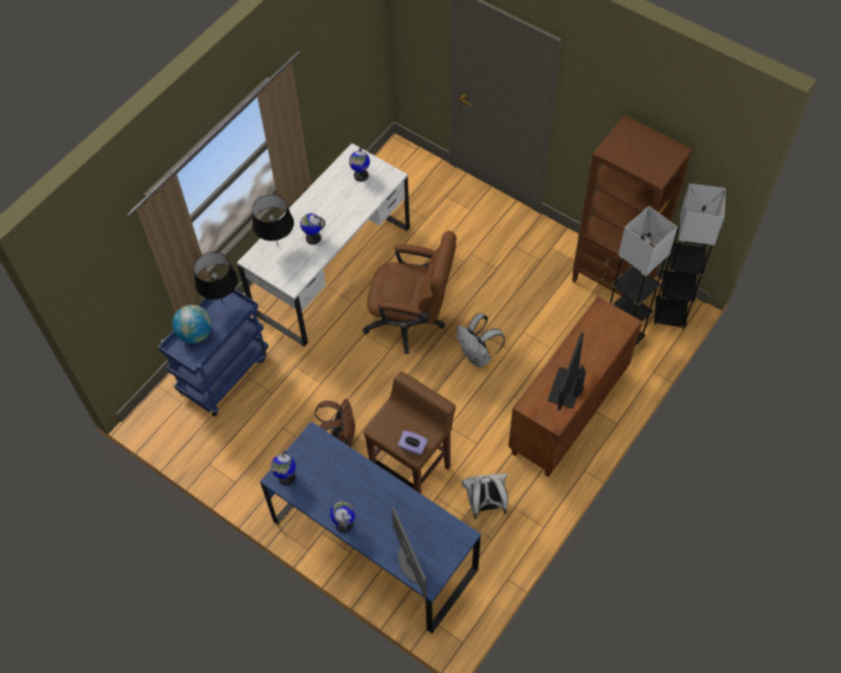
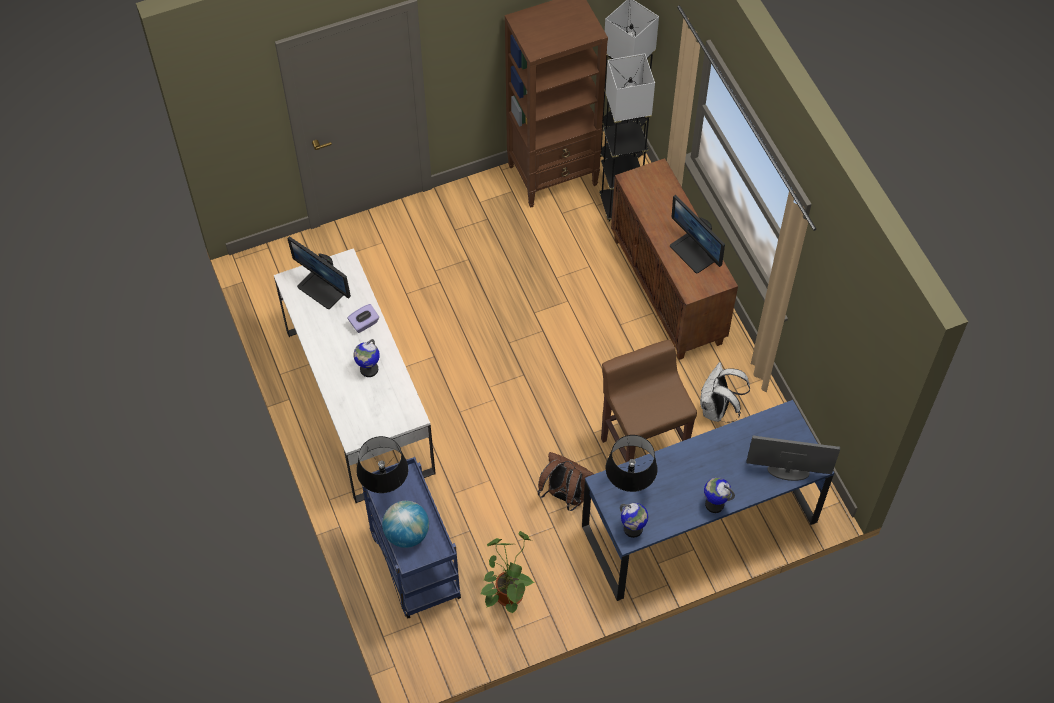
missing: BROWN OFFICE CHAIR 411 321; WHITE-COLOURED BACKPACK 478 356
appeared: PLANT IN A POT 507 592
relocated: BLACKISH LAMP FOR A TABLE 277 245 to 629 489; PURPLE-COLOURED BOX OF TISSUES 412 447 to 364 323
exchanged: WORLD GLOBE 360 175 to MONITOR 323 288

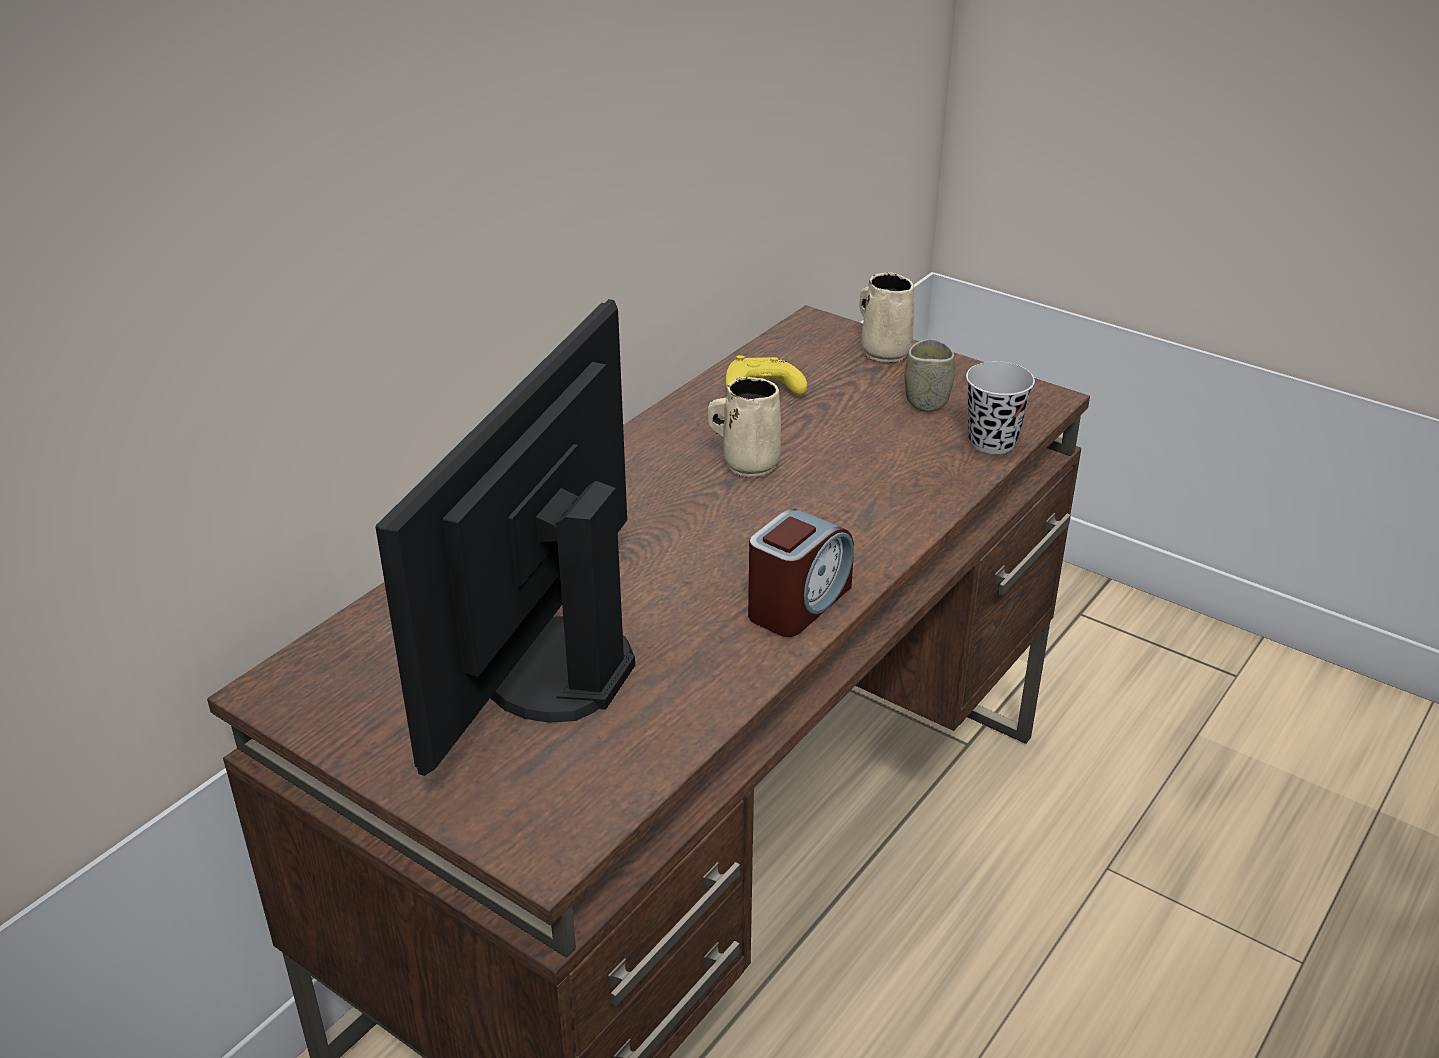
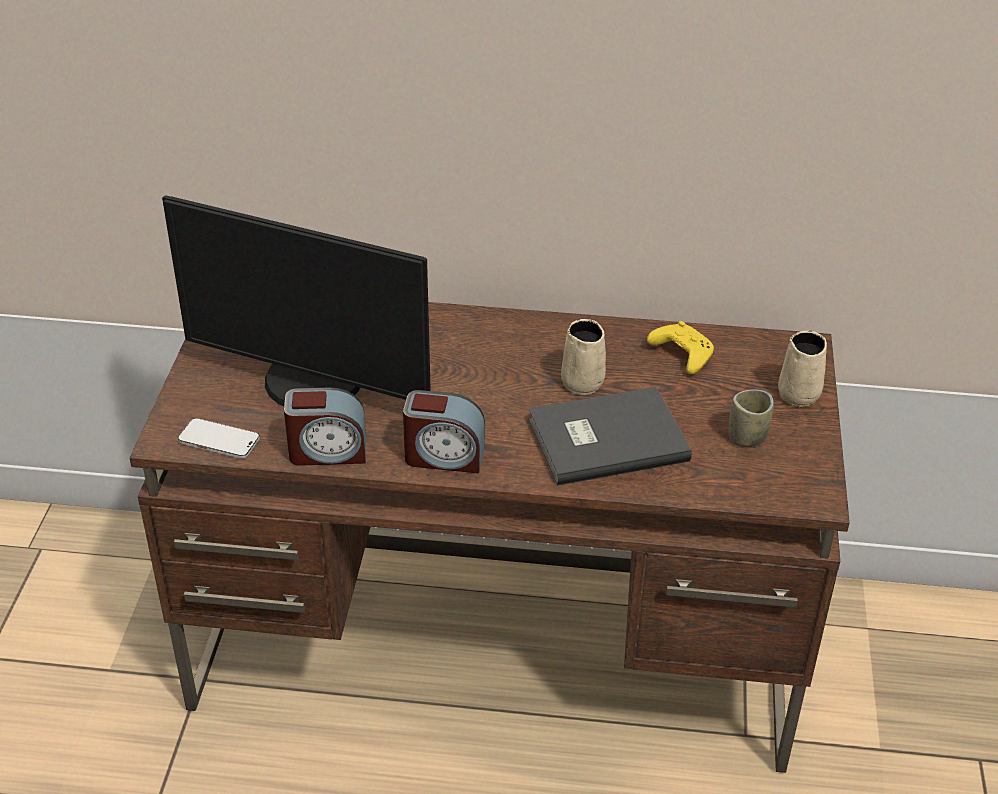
missing: BLACKISH DRINKING CUP 992 442
appeared: PHONE 219 440; BEDSIDE CLOCK 327 451; GREYISH BOOK 604 438
spun: MONITOR 551 668 = 311 383 150 degrees counterclockwise

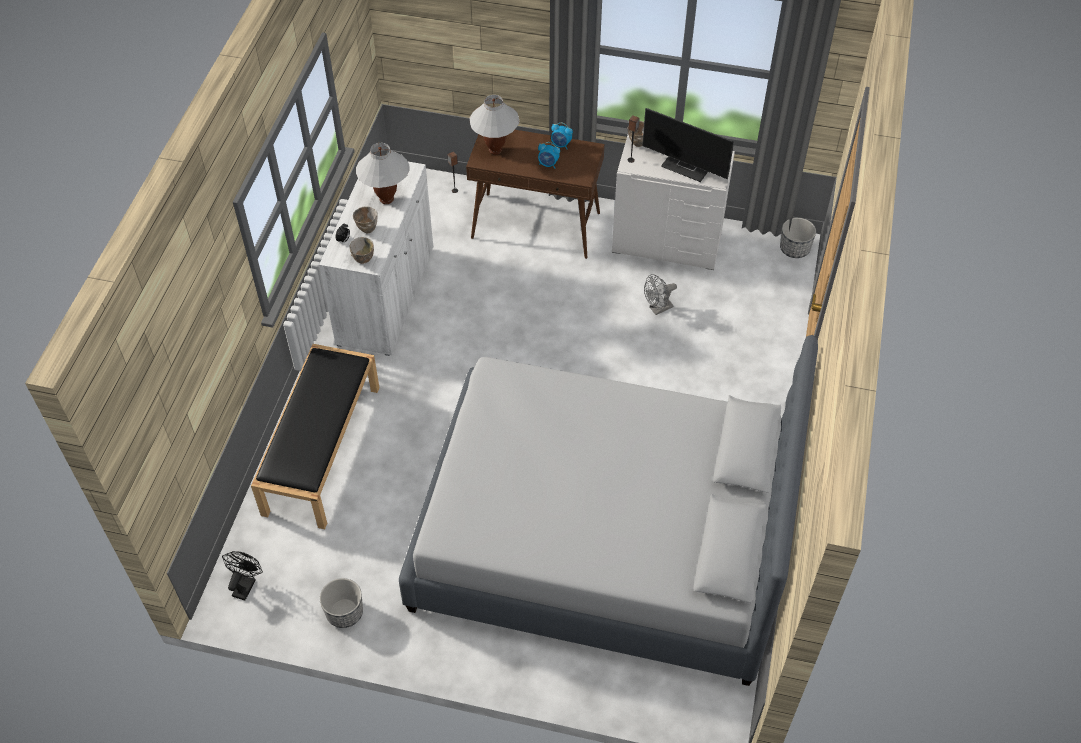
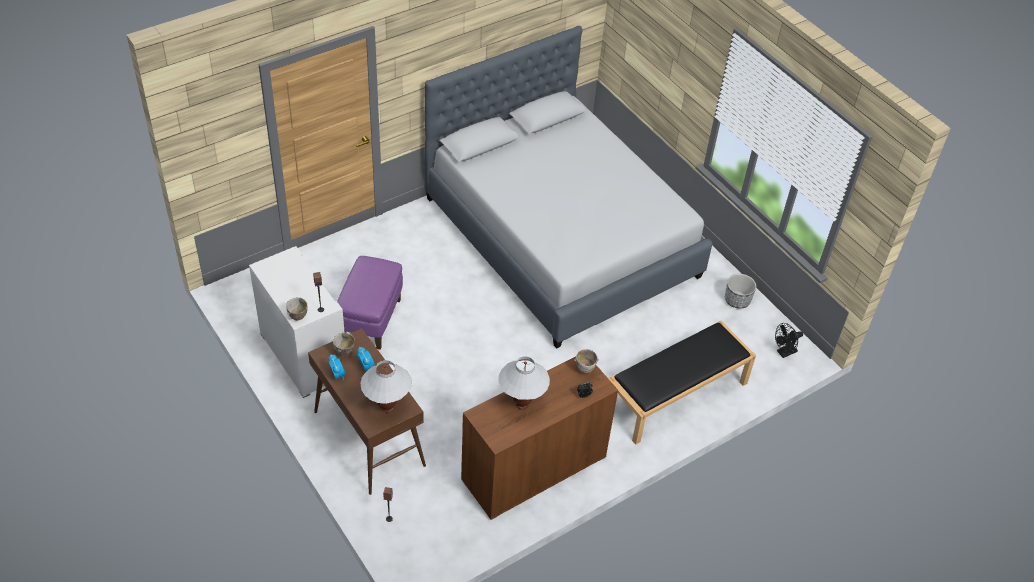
missing: MONITOR 688 167; FLOWER POT 794 249
relocated: SERVING BOWL 367 228 to 344 353
exchanged: GREYISH FAN 658 309 to PURPLE-COLOURED FOOTREST 371 320
colour: WHITE-COLOURED STORAGE CABINET 386 296 to BROWN STORAGE CABINET 533 469

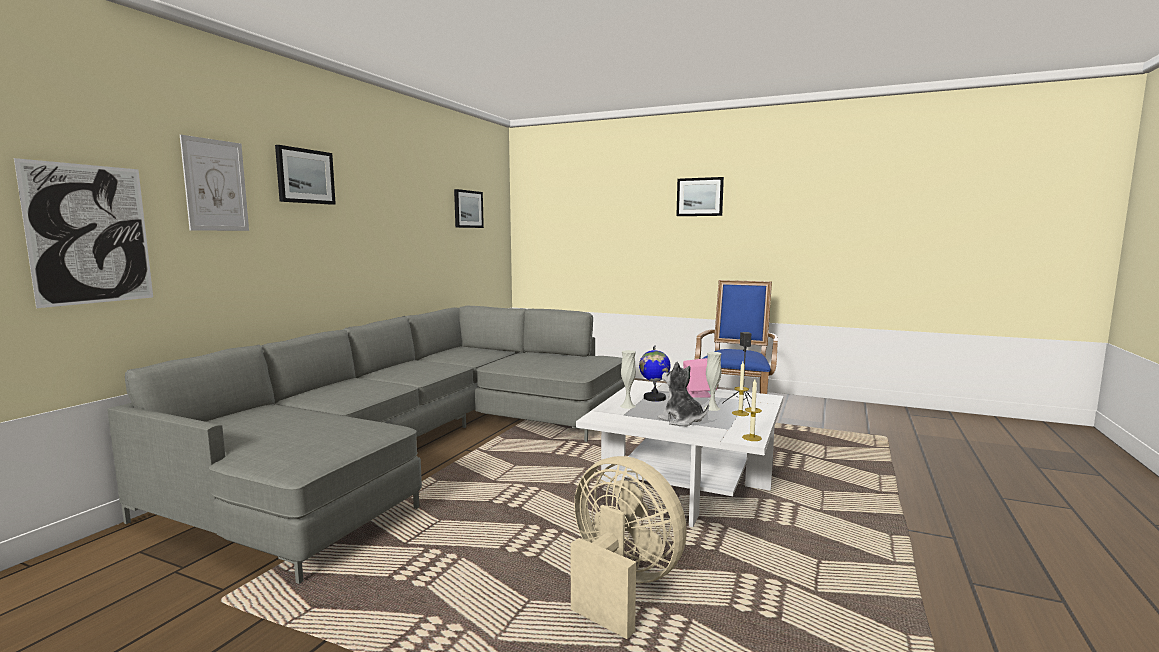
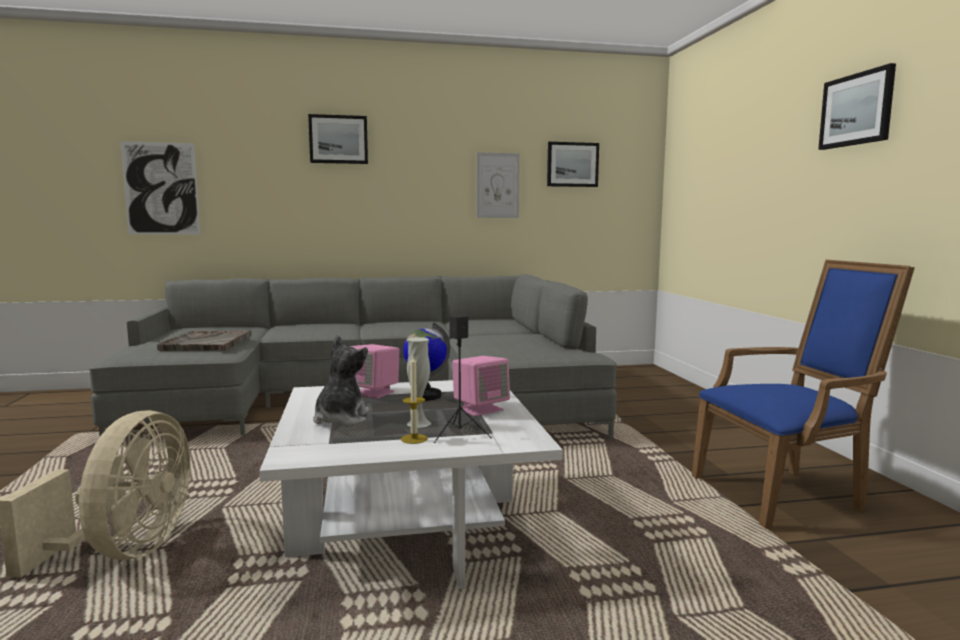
missing: WAX CANDLE 752 437
appeared: GREYISH TRAY 206 343
relocated: PICTURE 215 185 to 497 185
exchanged: WHITE-COLOURED DECORATIVE VASE 627 406 to PINK-COLOURED AUDIO SPEAKER 374 392

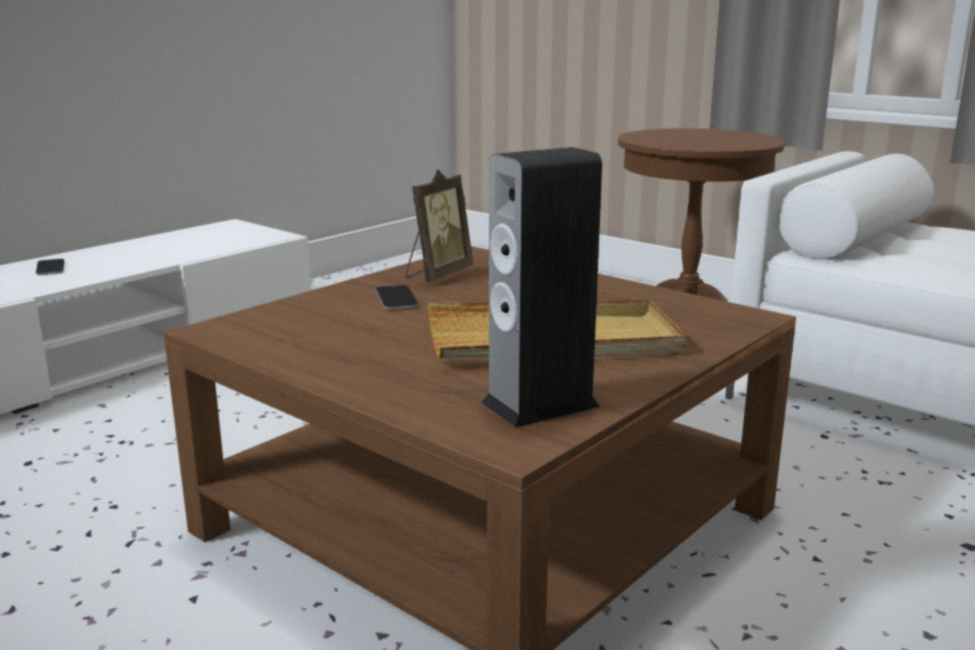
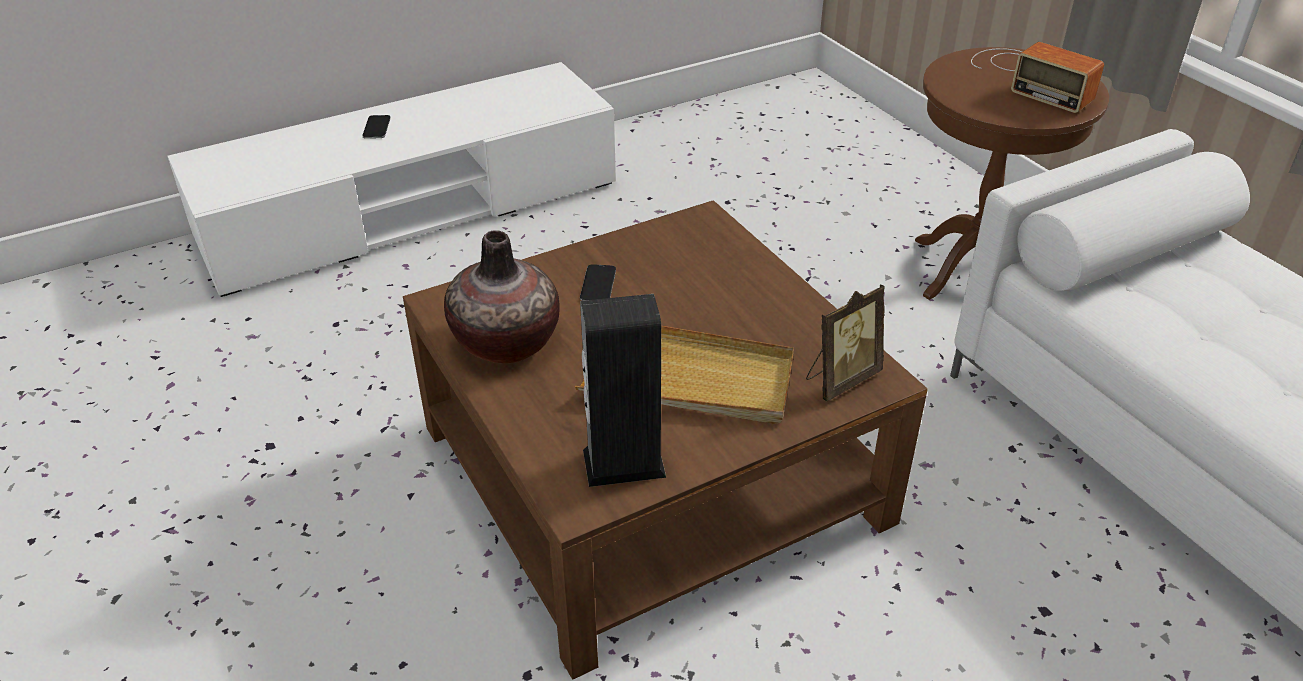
appeared: DECORATIVE VASE 505 343; RADIO 1029 77
relocated: PICTURE FRAME 437 274 to 840 379

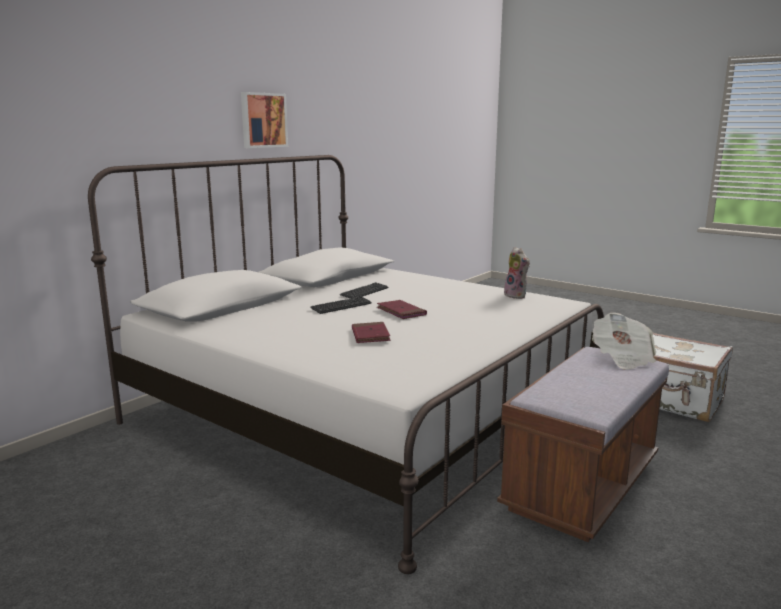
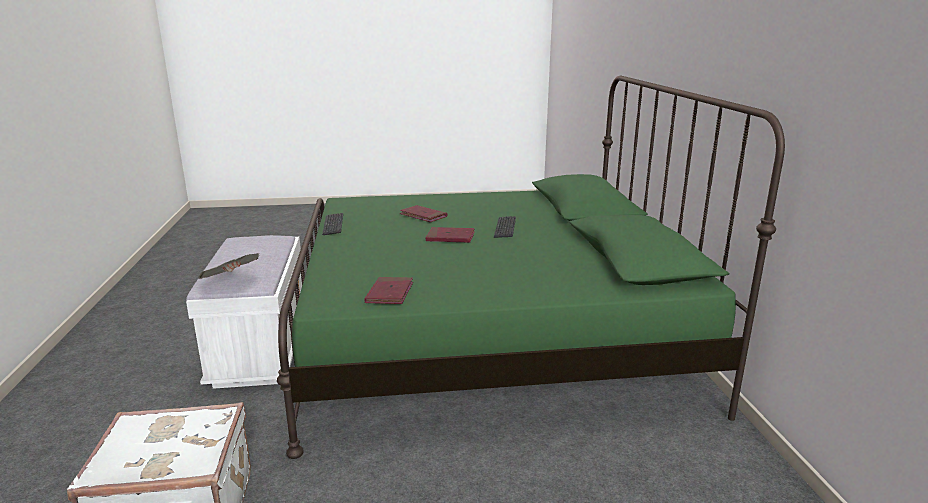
missing: PICTURE 263 120
relocated: COMPUTER KEYBOARD 364 292 to 333 225
exchanged: PLUSH TOY 516 296 to RED-COLOURED BOOK 390 293
colour: WHITE-COLOURED BEDROOM BED 365 411 to GREEN-COLOURED BEDROOM BED 488 334; BROWN LONG SEAT 581 486 to WHITE-COLOURED LONG SEAT 261 348

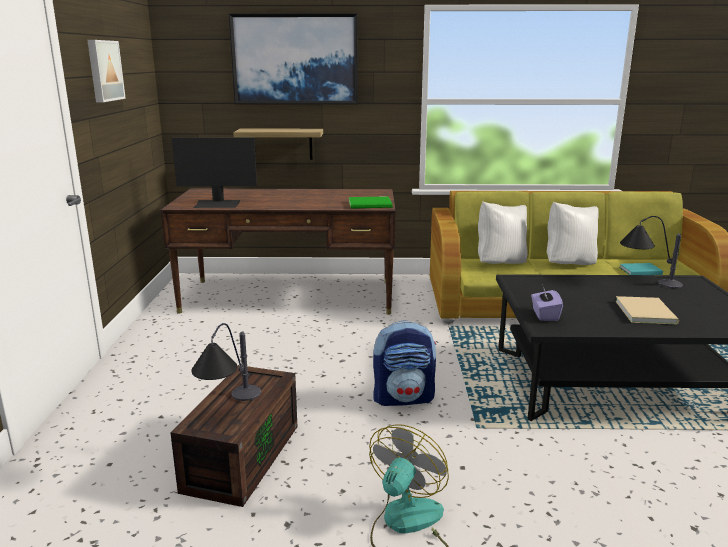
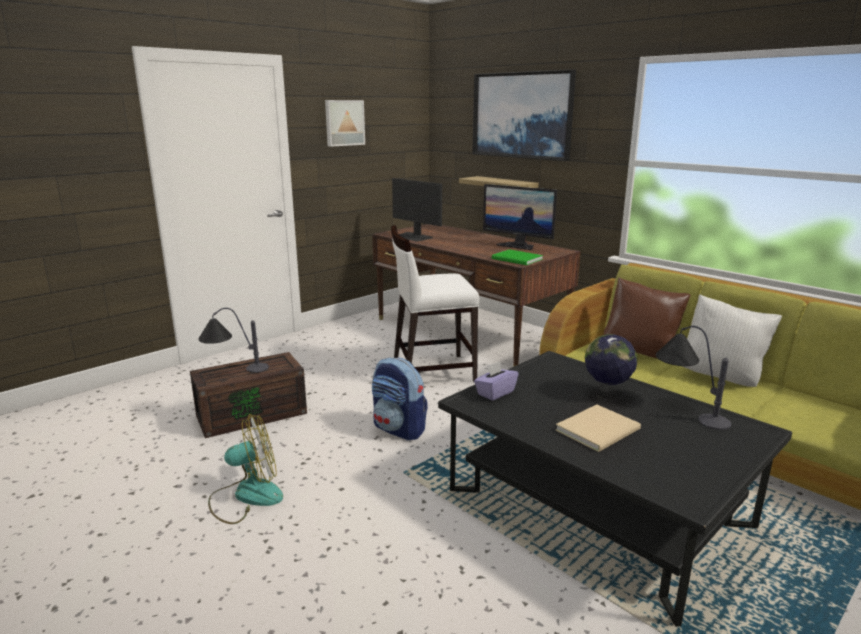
missing: TURQUOISE-COLOURED BOOK 639 271
appeared: WHITE-COLOURED PLAIN CHAIR 432 371; MONITOR 518 245; WORLD GLOBE 606 394
colour: WHITE-COLOURED THROW PILLOW 500 263 to BROWN THROW PILLOW 640 353

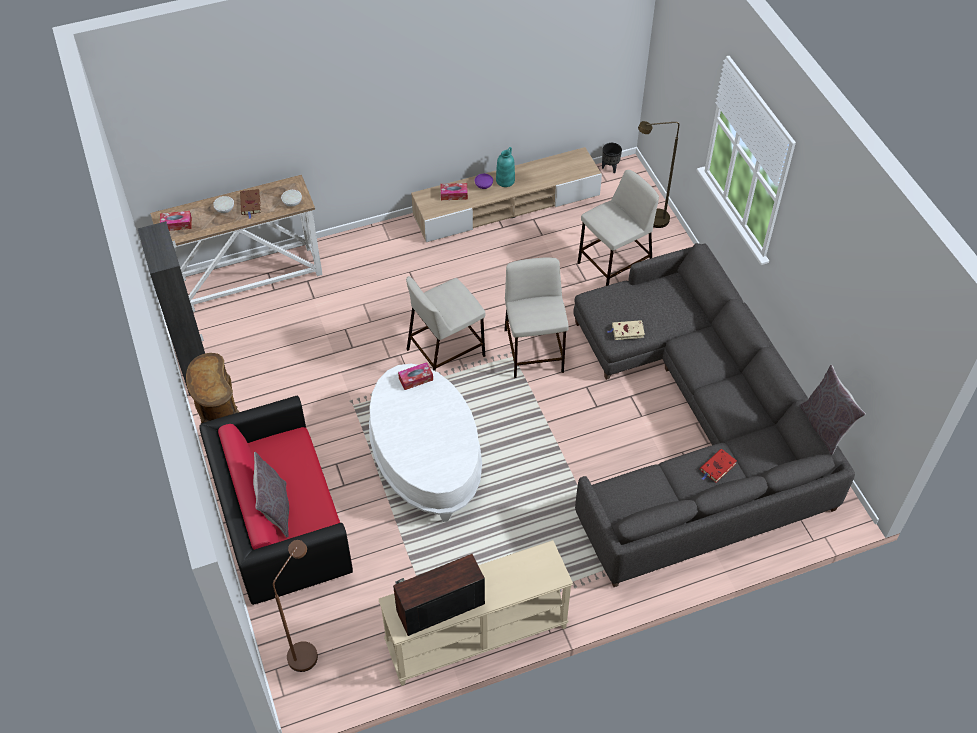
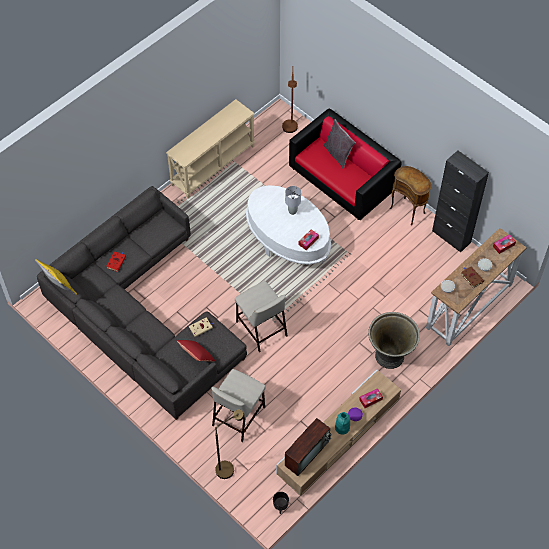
missing: BEIGE-COLOURED STOOL 446 352
appeared: RED-COLOURED THROW PILLOW 196 357; GREYISH LAMP FOR A TABLE 292 211; GREYISH FLOWER POT 390 355
relocated: TV 439 608 to 307 452
colour: GREYISH THROW PILLOW 824 427 to YELLOW-COLOURED THROW PILLOW 59 287

